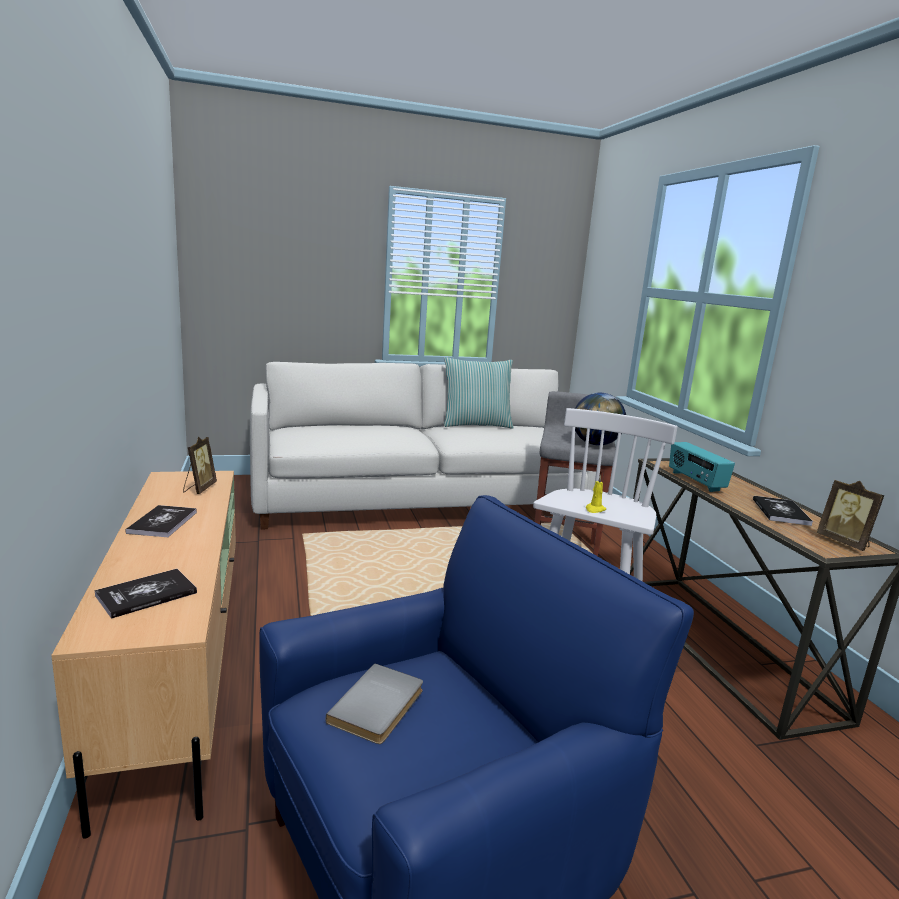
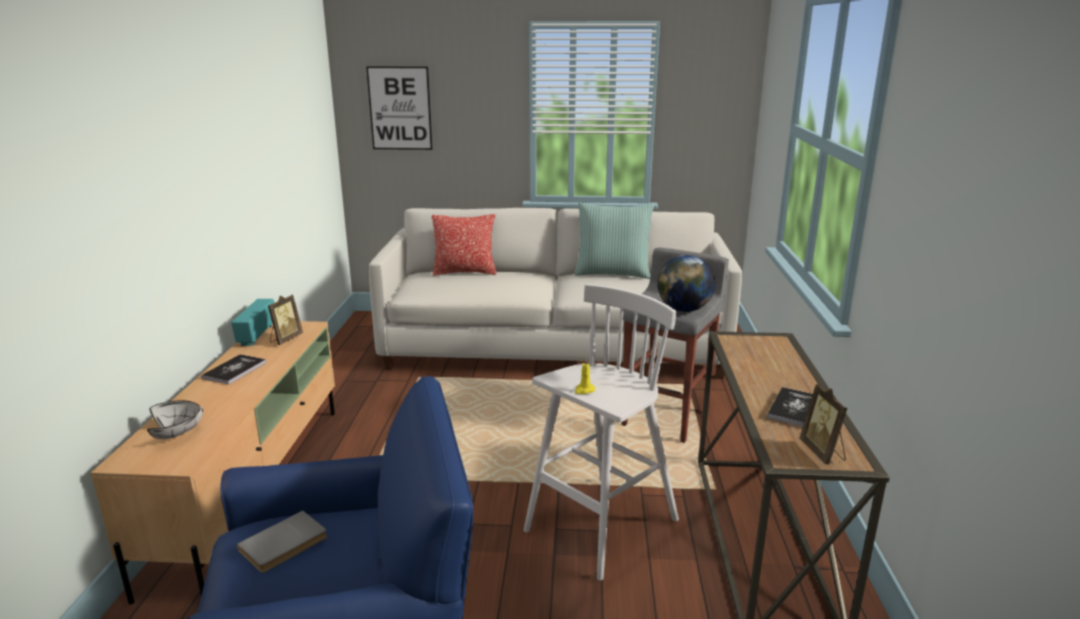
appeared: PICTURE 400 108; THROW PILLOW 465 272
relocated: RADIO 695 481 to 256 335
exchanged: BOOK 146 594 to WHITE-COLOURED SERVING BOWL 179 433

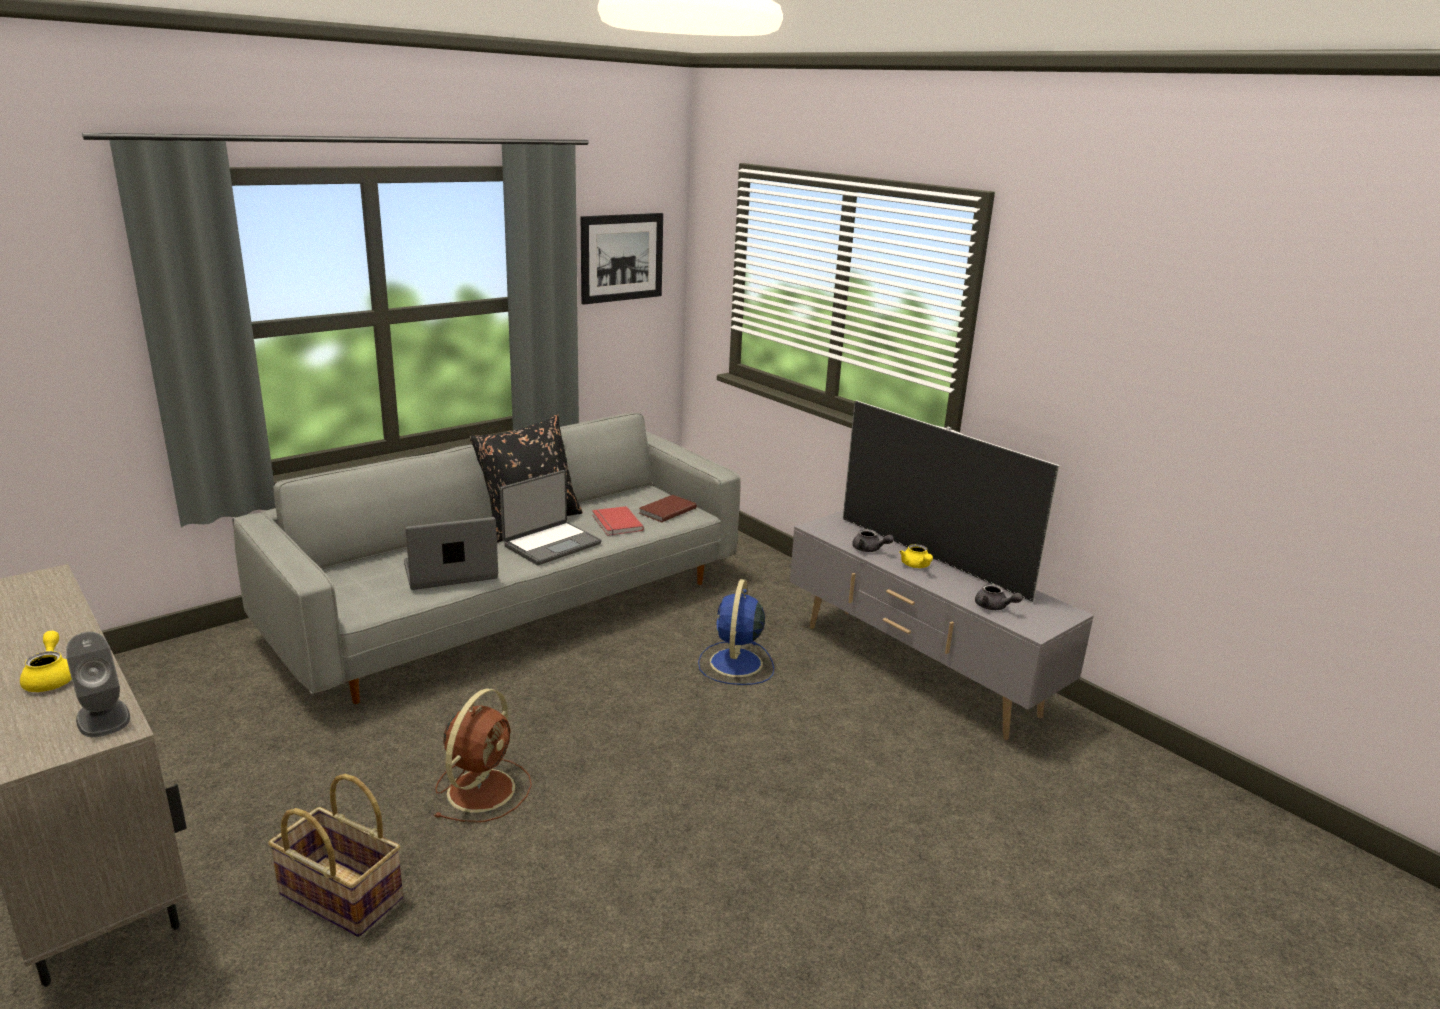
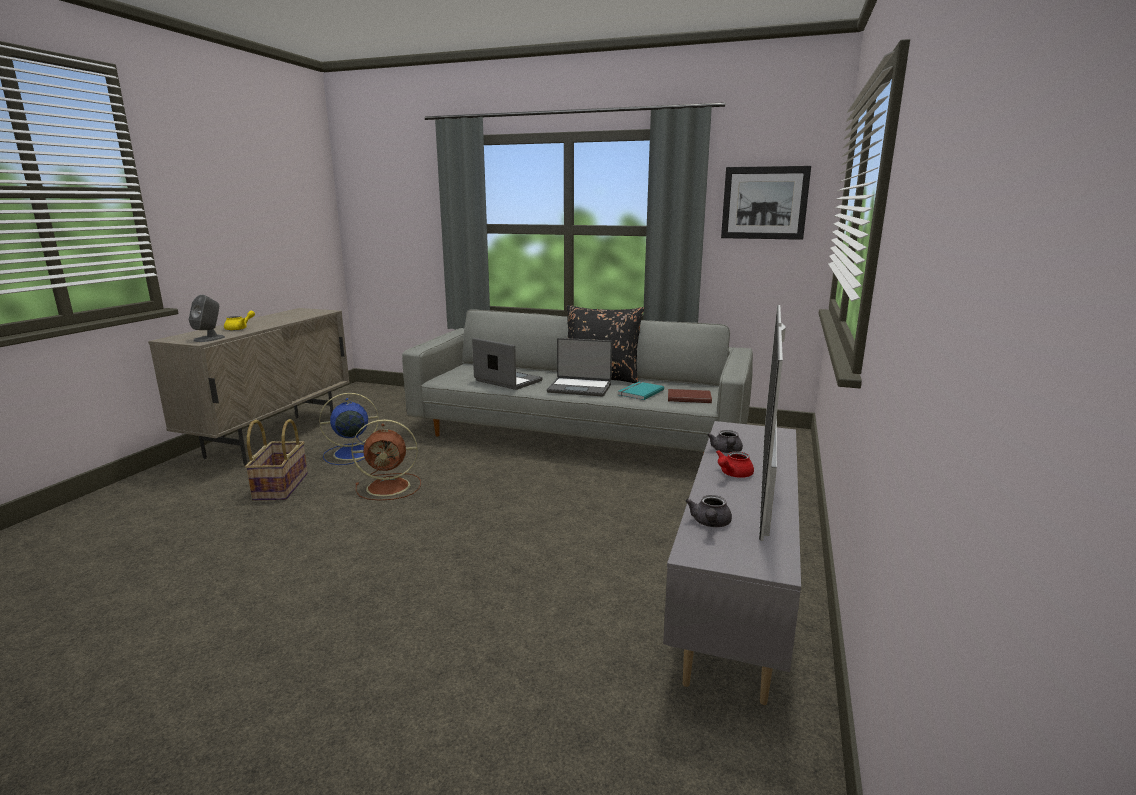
relocated: BLUE FAN 735 664 to 351 453
colour: RED-COLOURED BOOK 615 523 to TURQUOISE-COLOURED BOOK 639 392; YELLOW-COLOURED TEA POT 916 566 to RED-COLOURED TEA POT 732 474

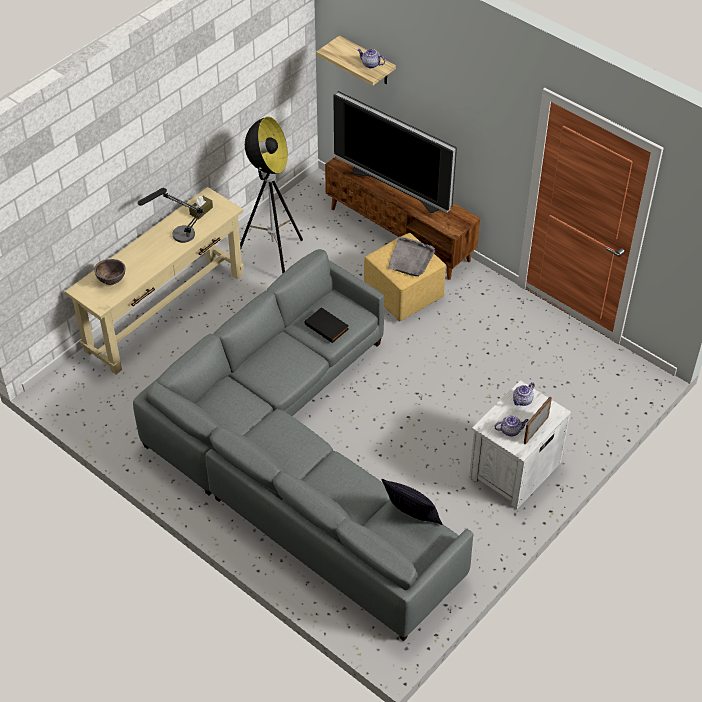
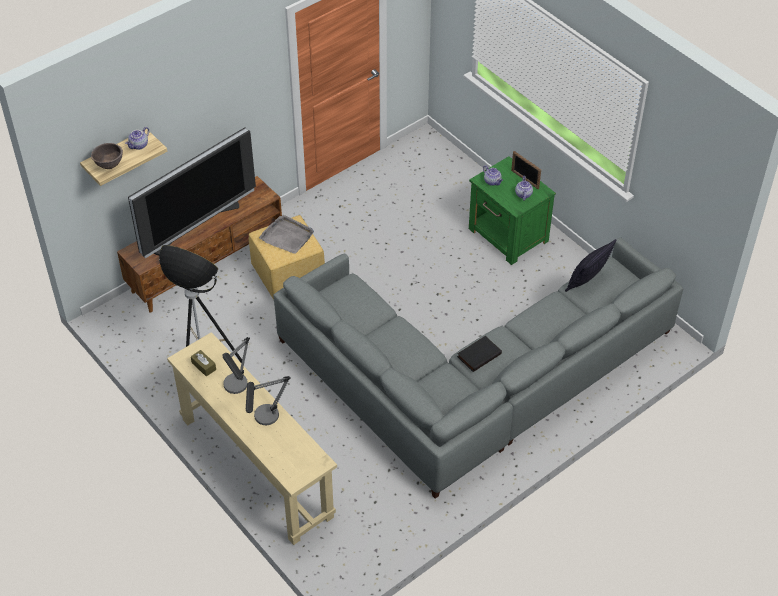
appeared: LAMP FOR A TABLE 264 421
relocated: BROWN SERVING BOWL 112 281 to 109 165; BLACKISH BOOK 327 326 to 478 355
colour: WHITE-COLOURED NIGHT TABLE 513 470 to GREEN-COLOURED NIGHT TABLE 508 236

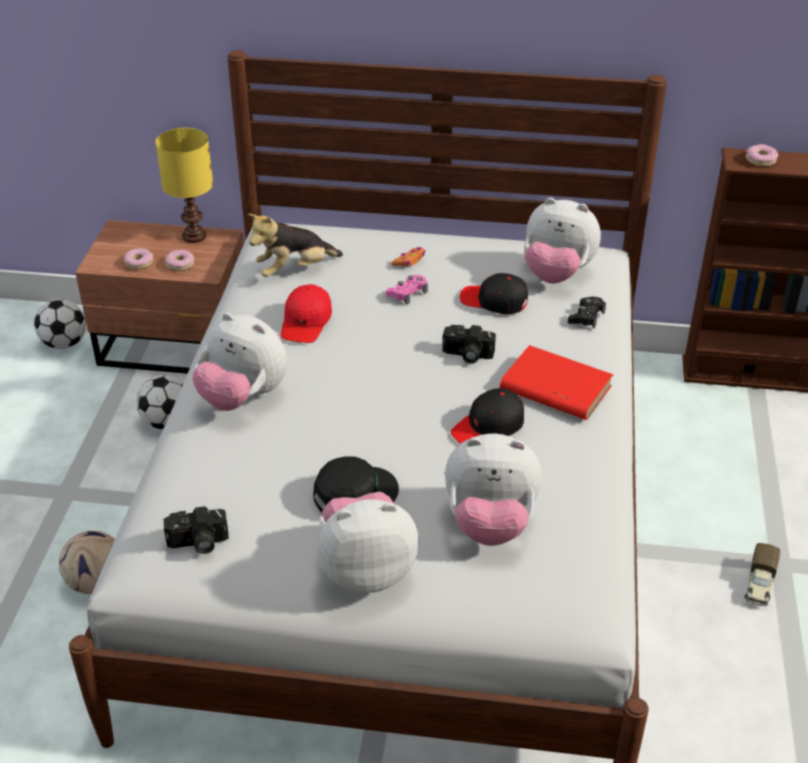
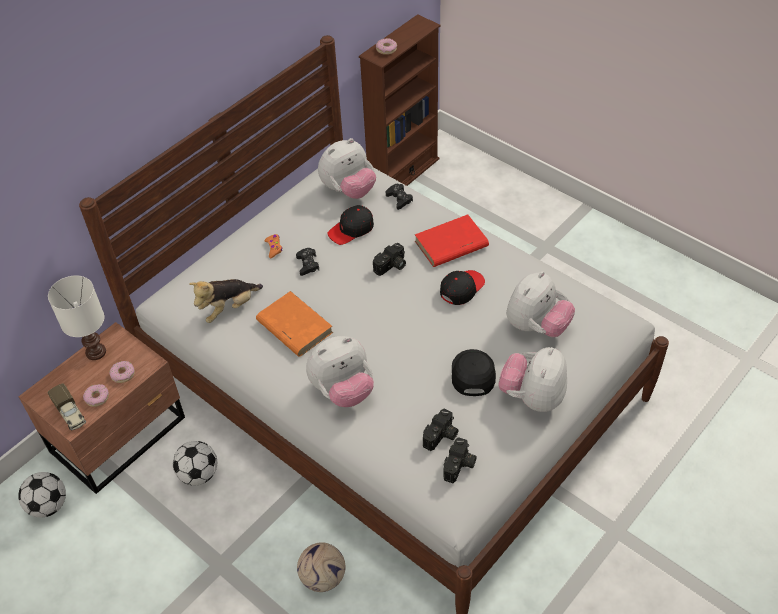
appeared: STILL CAMERA 441 436
relocated: TOY LORRY 759 585 to 70 413
exchanged: RED-COLOURED BASEBALL CAP 306 322 to ORANGE BOOK 294 326
colour: YELLOW-COLOURED LAMP FOR A TABLE 193 236 to WHITE-COLOURED LAMP FOR A TABLE 95 352; PINK-COLOURED GAMEPAD 407 293 to BLACKISH GAMEPAD 307 264
spun: PLUSH TOY 294 270 = 229 308 45 degrees clockwise; BLACKISH BASEBALL CAP 488 427 = 461 289 135 degrees counterclockwise

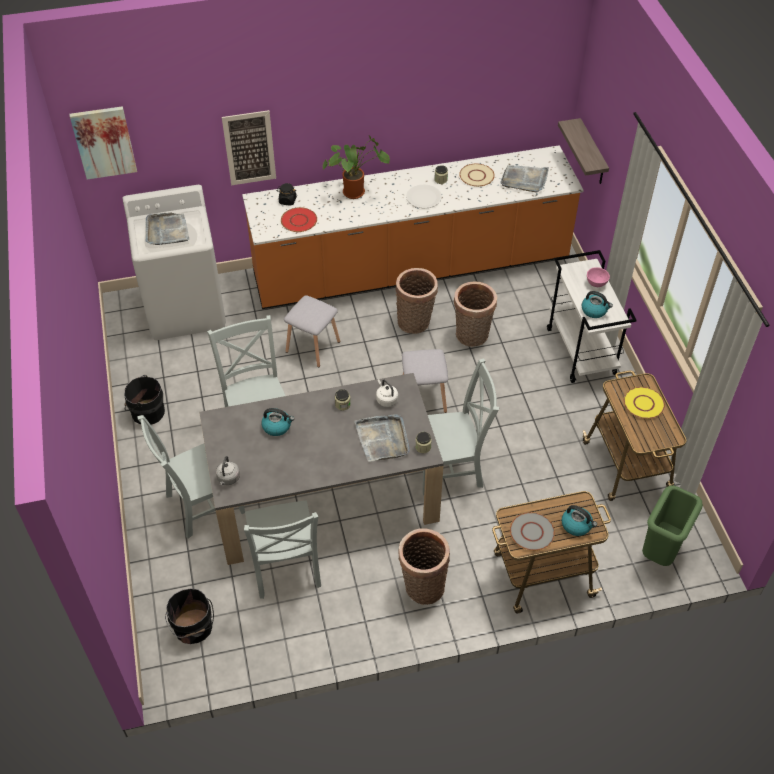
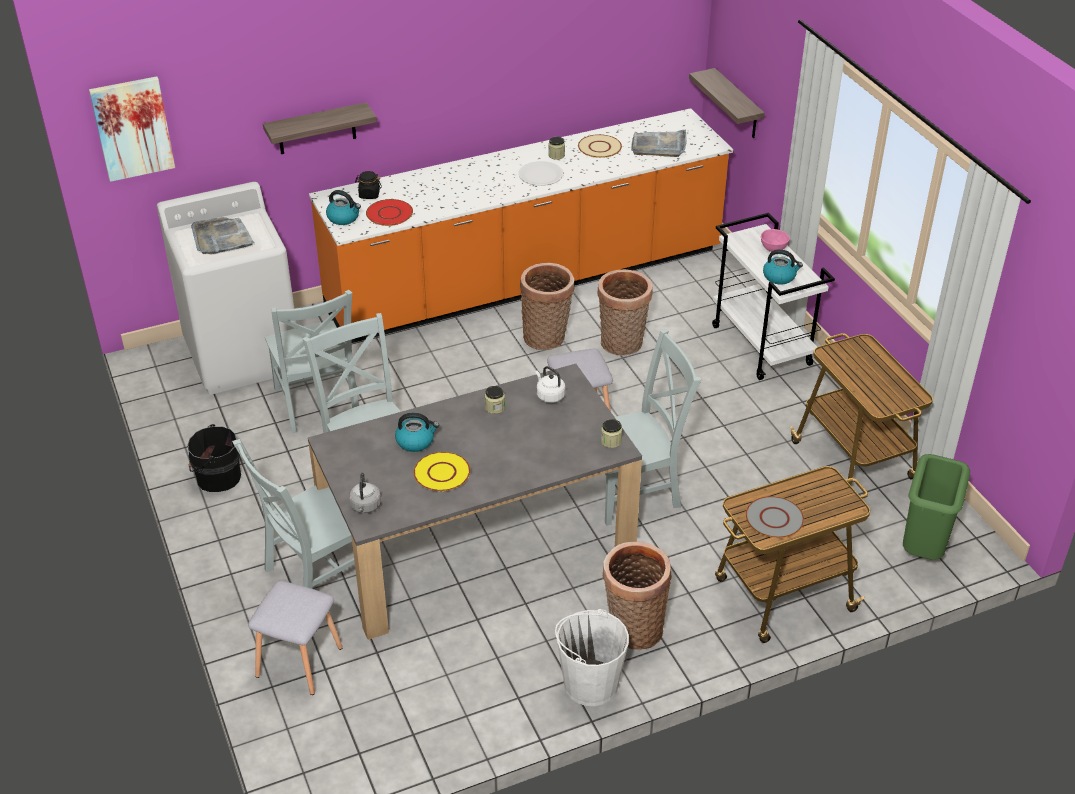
missing: BLACKISH PAIL 193 628; PLANT IN A POT 356 191; GREYISH TRAY 383 439
appeared: WHITE-COLOURED PAIL 590 683
relocated: GREYISH PLAIN CHAIR 285 568 to 317 404; GREYISH STOOL 313 346 to 299 660; WATER KETTLE 577 525 to 344 218; YELLOW-COLOURED PLATE 643 403 to 441 473
exchanged: PICTURE 249 148 to BRACKET SHELF 316 129

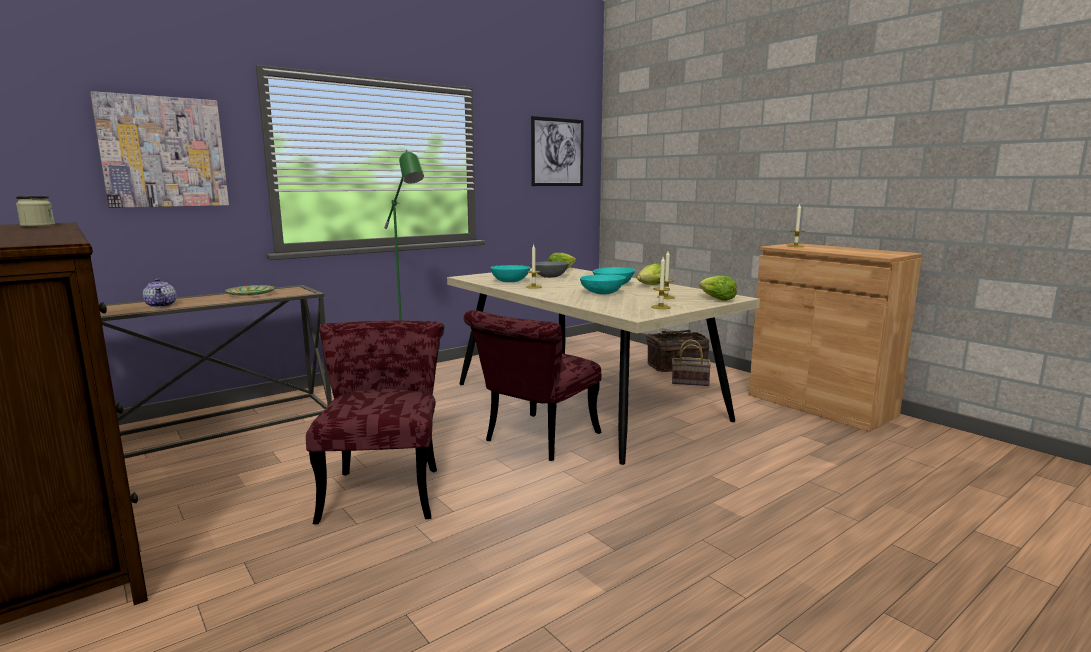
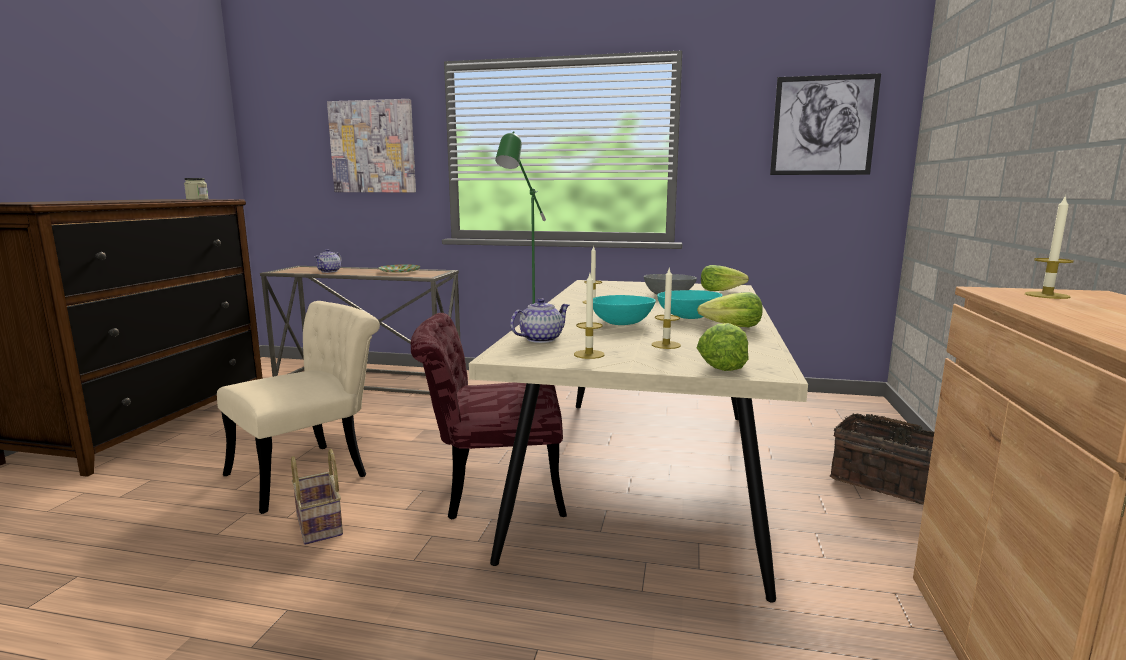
missing: TURQUOISE-COLOURED SERVING BOWL 510 281
appeared: TEA POT 540 339
relocated: HOUSEHOLD BASKET 691 382 to 321 524
colour: RED-COLOURED PLAIN CHAIR 384 487 to BEIGE-COLOURED PLAIN CHAIR 311 471

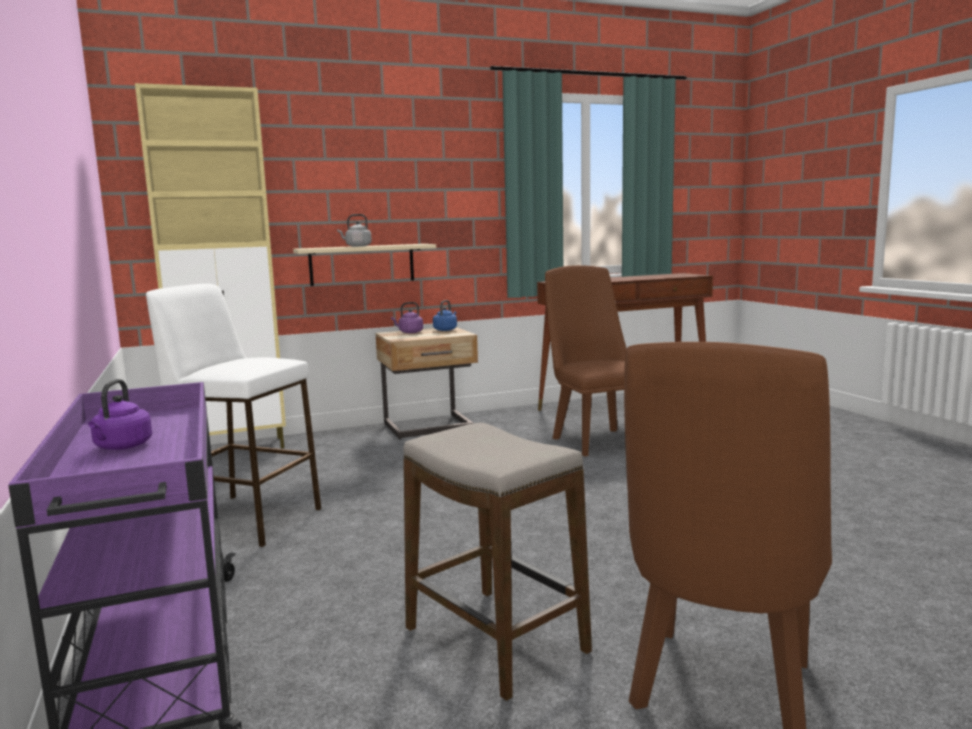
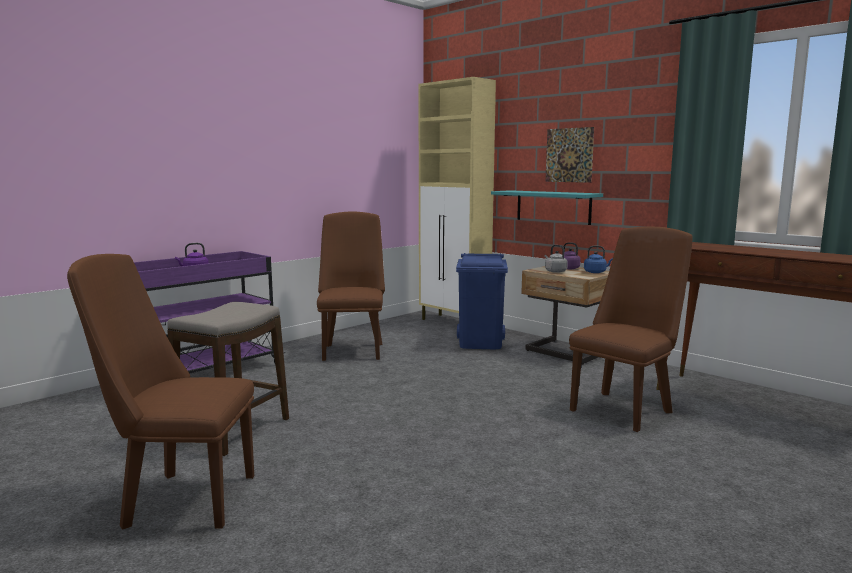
appeared: BLUE WASTE BIN 481 343; PICTURE 569 155
relocated: GREYISH WATER KETTLE 357 246 to 555 271
exchanged: WHITE-COLOURED STOOL 245 519 to BROWN PLAIN CHAIR 352 350
colour: BEIGE-COLOURED BRACKET SHELF 362 264 to TURQUOISE-COLOURED BRACKET SHELF 553 207

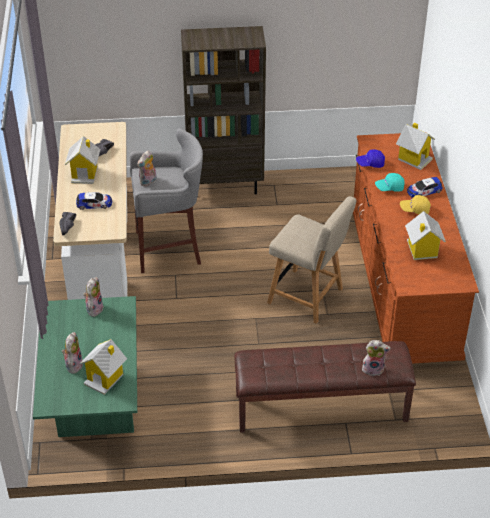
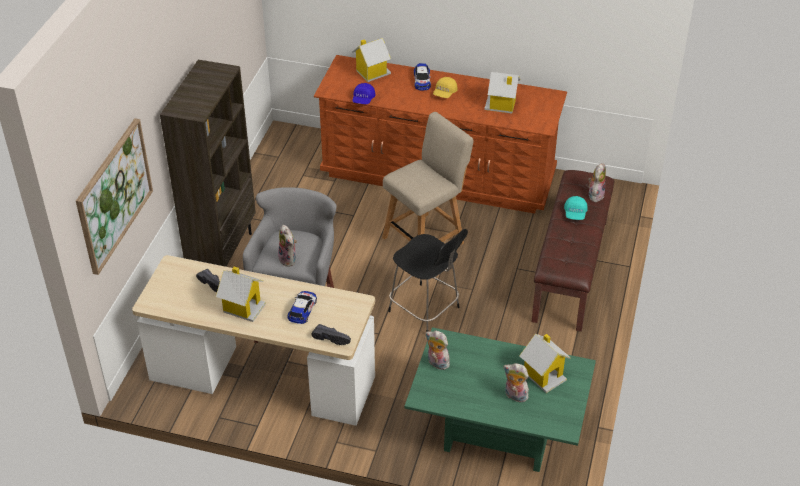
appeared: PICTURE 113 195; BLACKISH PLAIN CHAIR 426 311
relocated: TURQUOISE-COLOURED BASEBALL CAP 389 187 to 575 213

